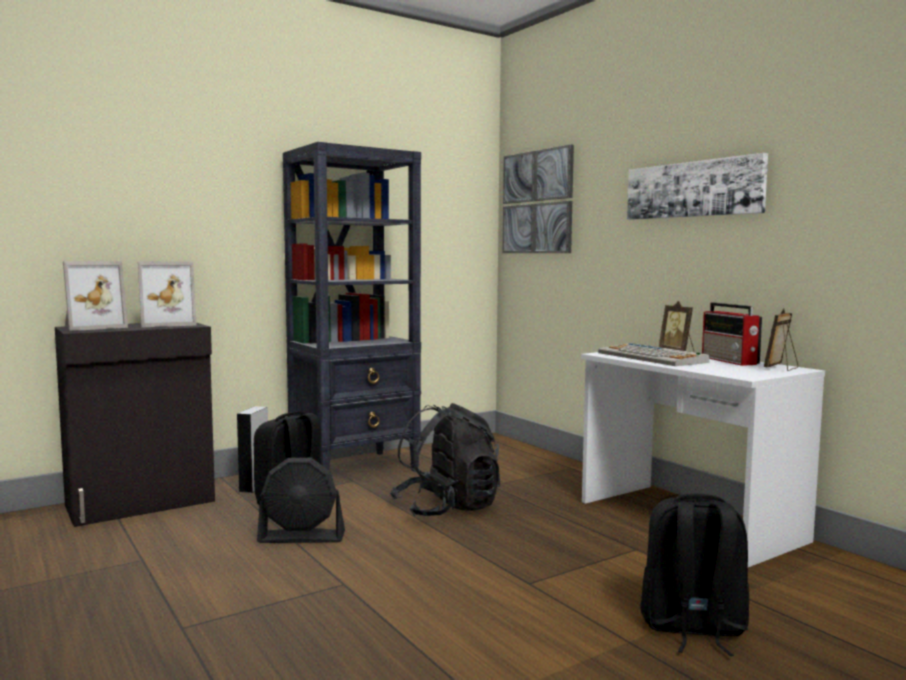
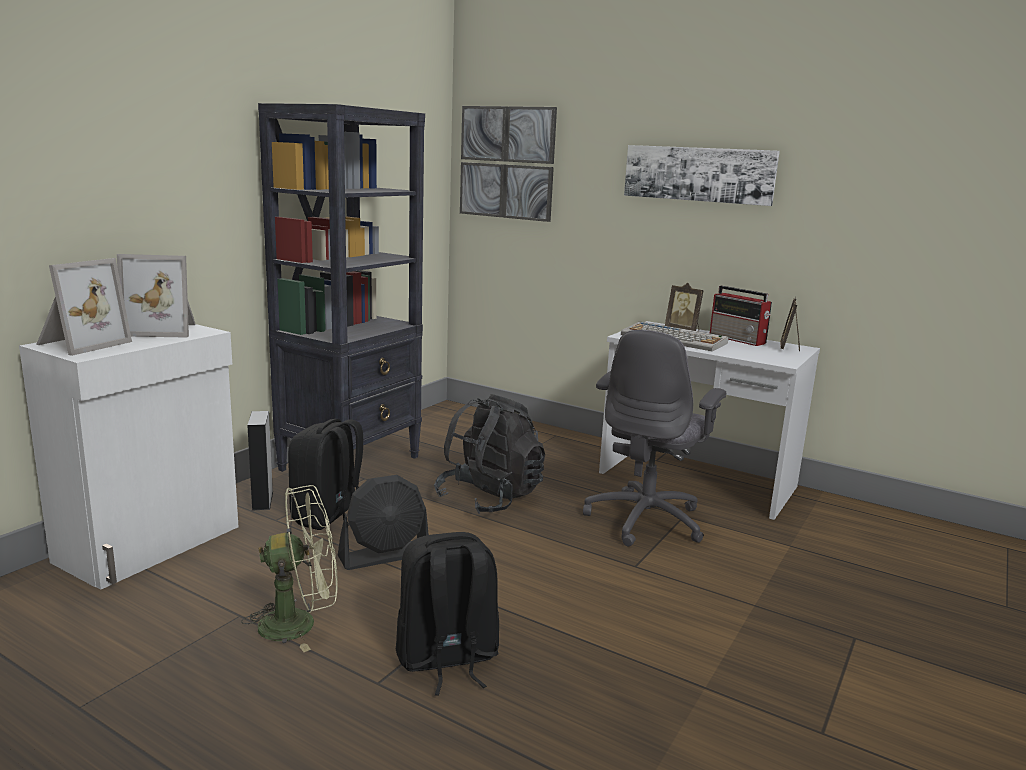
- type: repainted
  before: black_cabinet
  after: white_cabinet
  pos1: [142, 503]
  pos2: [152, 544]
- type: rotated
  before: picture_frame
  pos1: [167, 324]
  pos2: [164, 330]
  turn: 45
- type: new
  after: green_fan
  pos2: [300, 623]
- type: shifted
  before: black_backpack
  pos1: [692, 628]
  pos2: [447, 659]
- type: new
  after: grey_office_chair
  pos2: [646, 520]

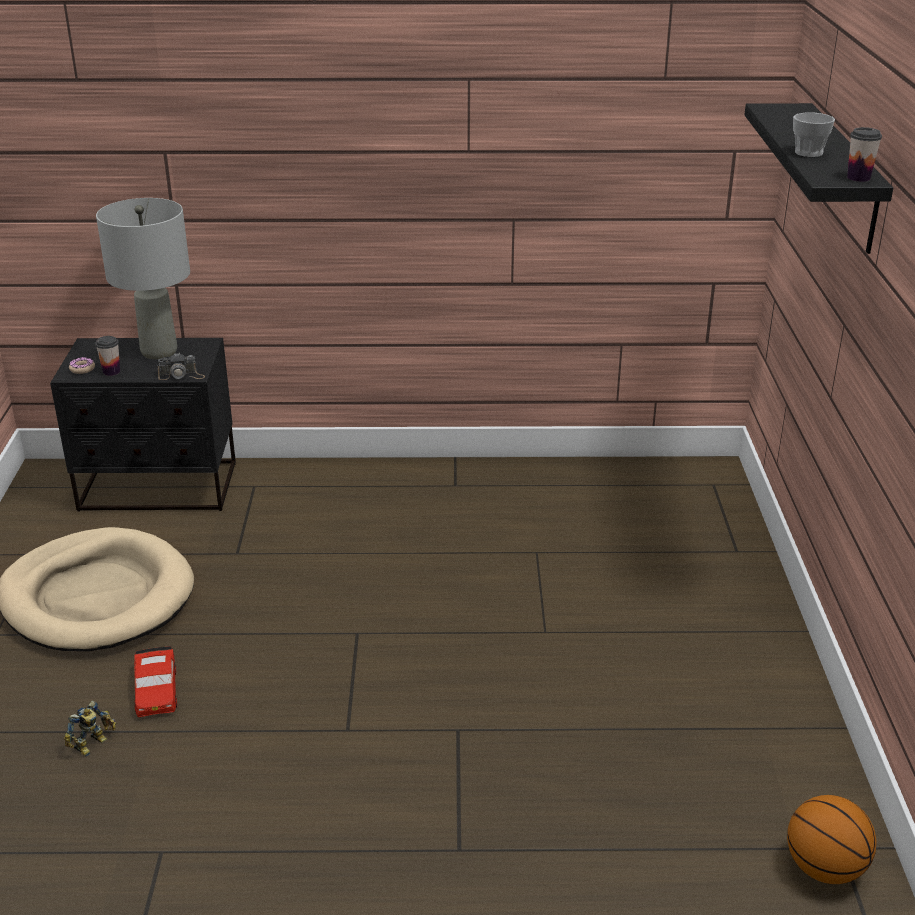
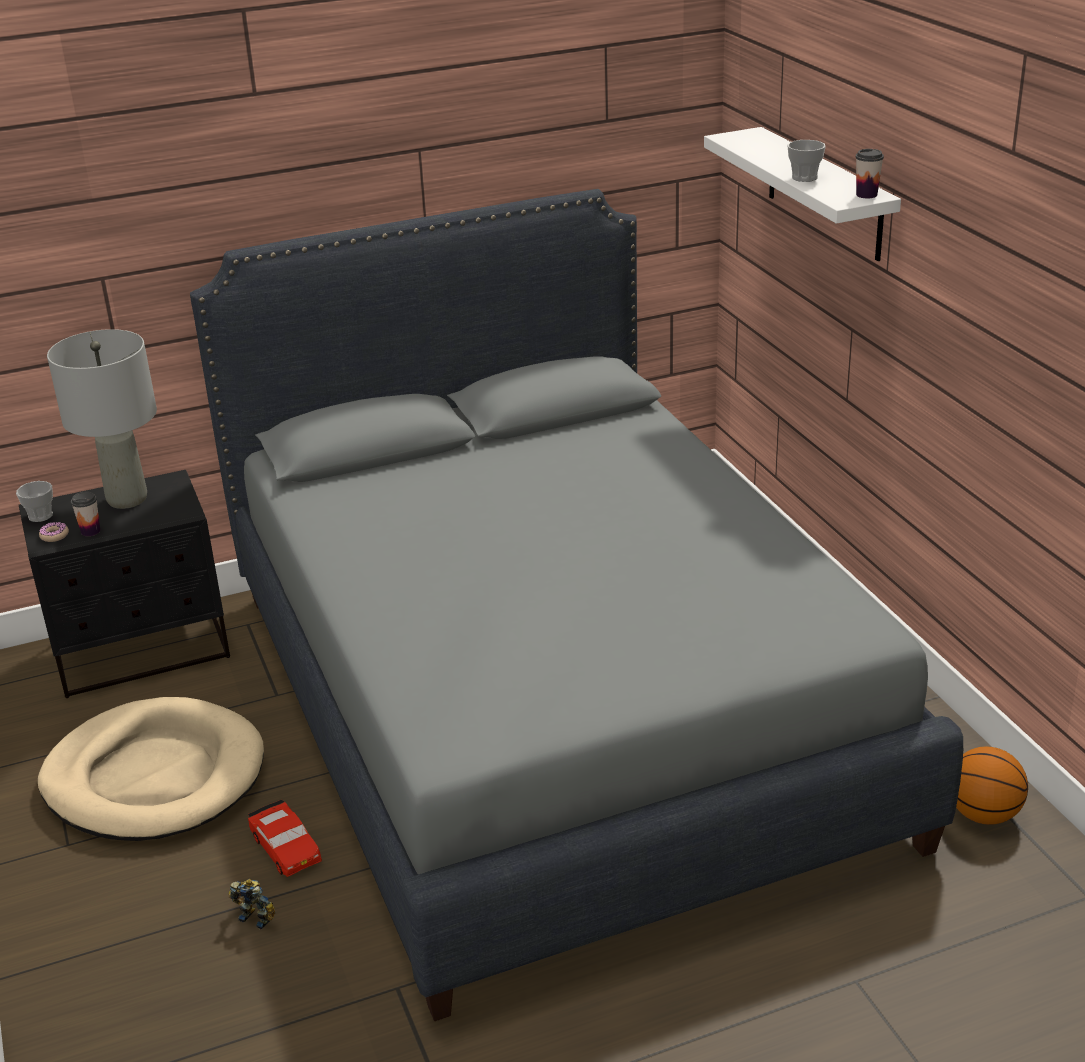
- type: new
  after: cup
  pos2: [40, 516]
- type: new
  after: grey_bed
  pos2: [551, 709]
- type: rotated
  before: toy_robot
  pos1: [93, 745]
  pos2: [257, 916]
  turn: -75
- type: repainted
  before: black_shelf
  after: white_shelf
  pos1: [843, 177]
  pos2: [824, 194]
- type: gone
  before: photo_camera
  pos1: [181, 375]

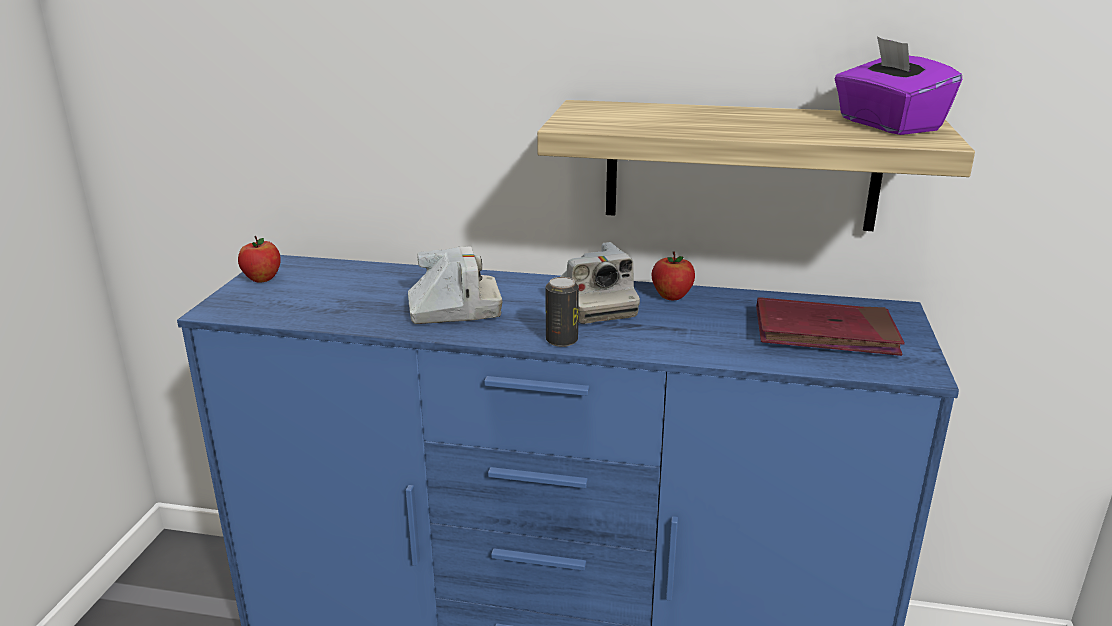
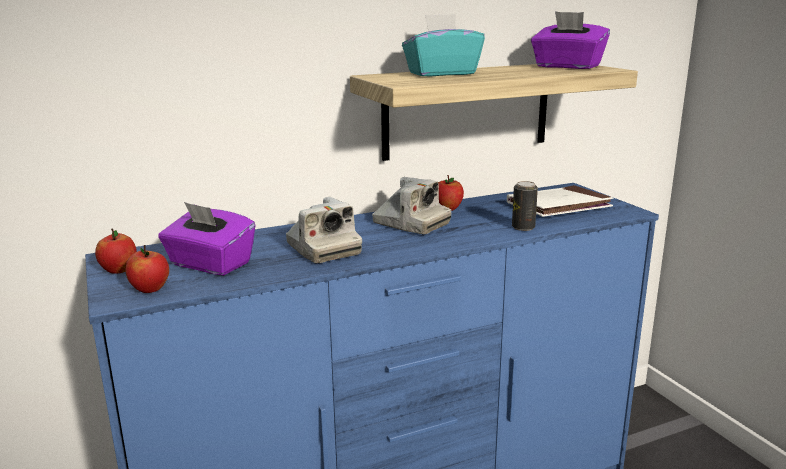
- type: new
  after: apple
  pos2: [150, 289]
- type: new
  after: purple_tissue_box
  pos2: [210, 264]
- type: rotated
  before: photo_camera
  pos1: [454, 310]
  pos2: [323, 249]
  turn: 105
- type: new
  after: turquoise_tissue_box
  pos2: [441, 73]
- type: repainted
  before: red_book
  after: white_book
  pos1: [825, 333]
  pos2: [559, 206]
- type: shifted
  before: can
  pos1: [561, 340]
  pos2: [523, 227]

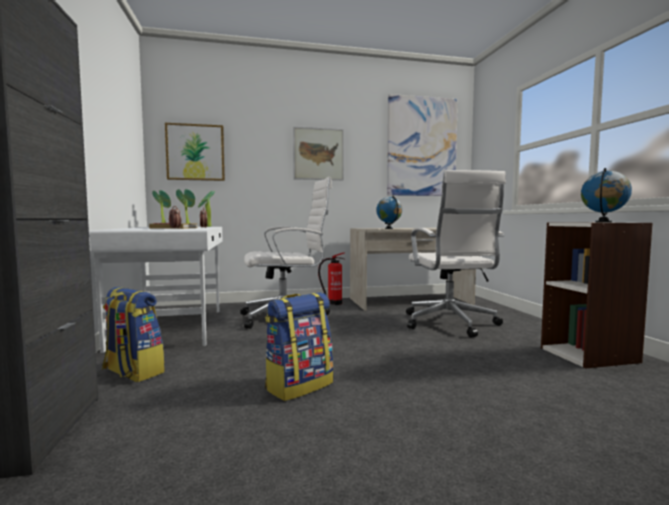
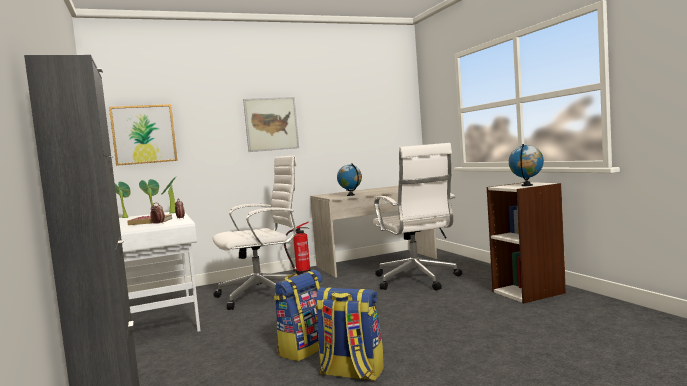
- type: shifted
  before: backpack
  pos1: [132, 372]
  pos2: [351, 373]
- type: gone
  before: picture
  pos1: [421, 147]

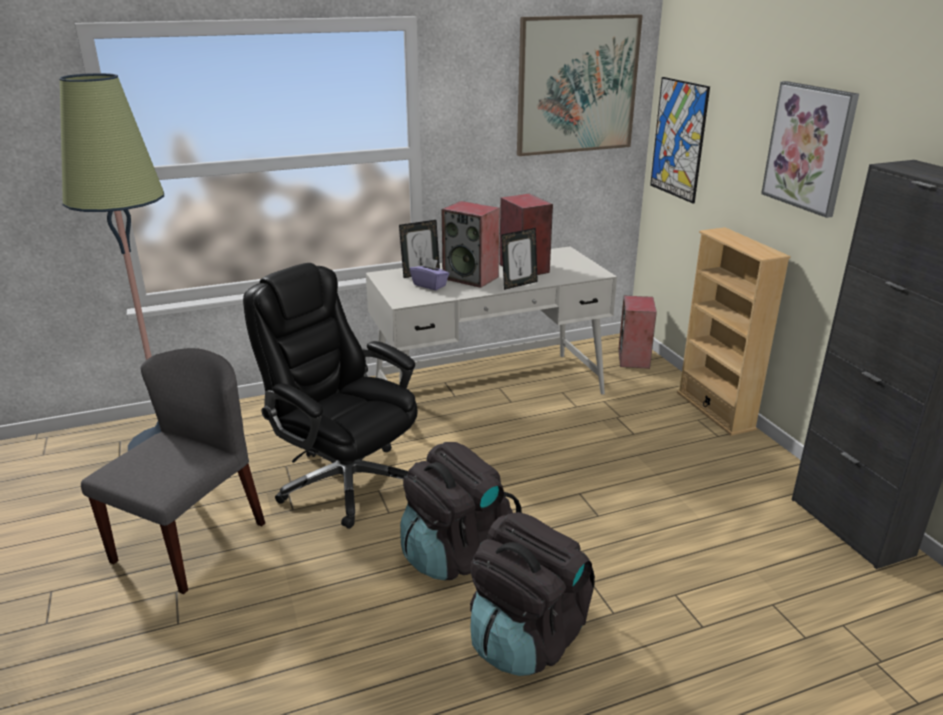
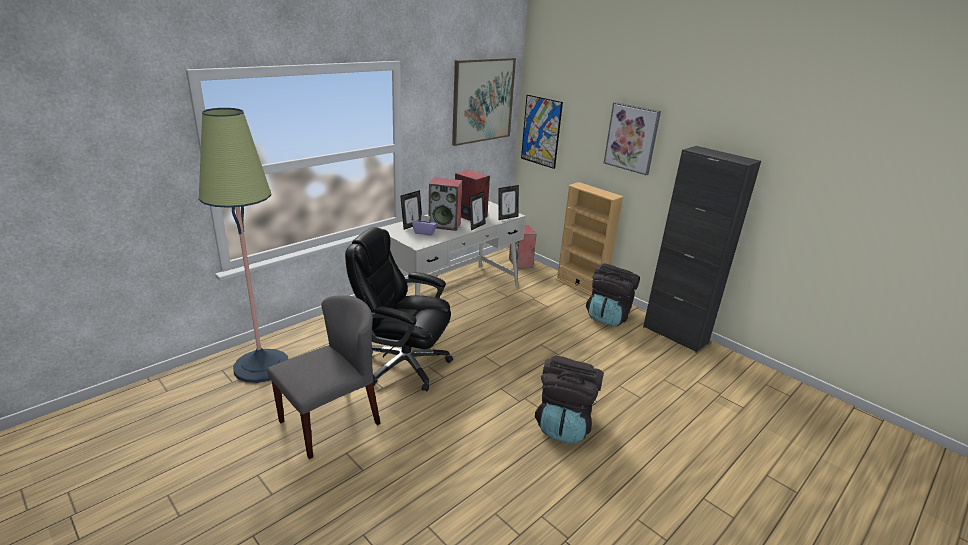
- type: rotated
  before: grey_chair
  pos1: [190, 541]
  pos2: [330, 422]
  turn: 45
- type: new
  after: picture_frame
  pos2: [507, 217]
- type: shifted
  before: black_backpack
  pos1: [456, 553]
  pos2: [608, 316]

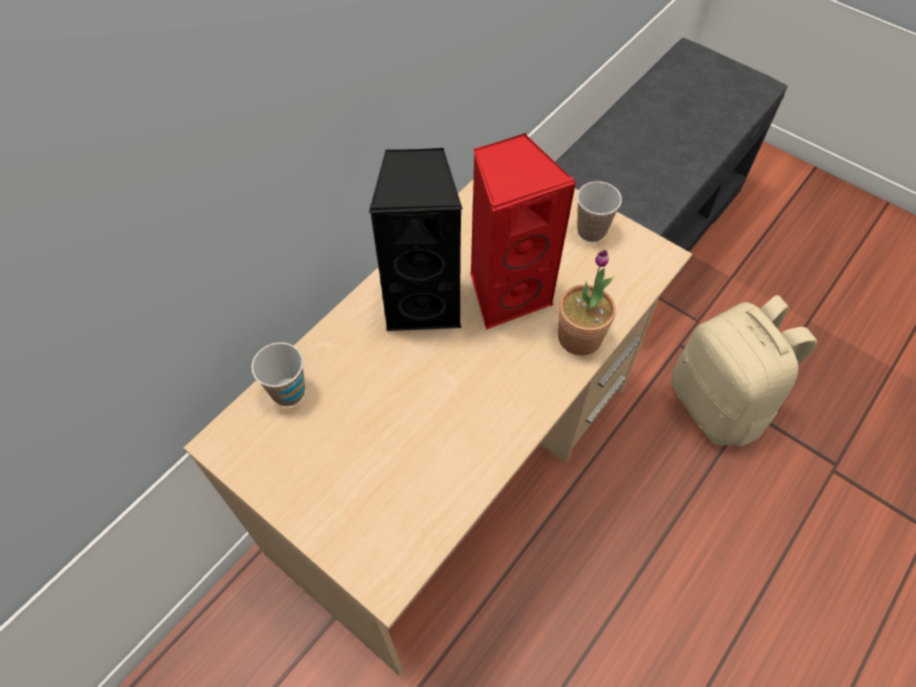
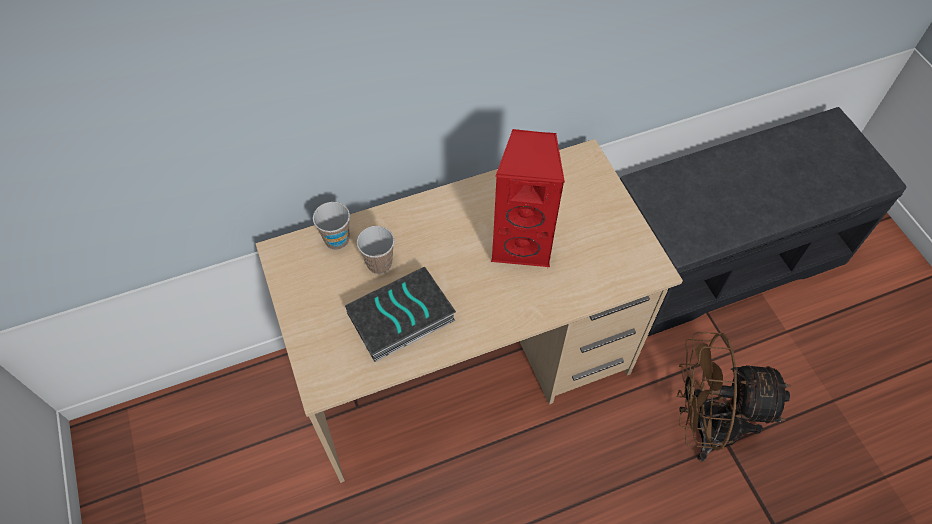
- type: new
  after: book
  pos2: [400, 319]
- type: shifted
  before: cup
  pos1: [591, 231]
  pos2: [379, 264]
- type: swapped
  before: beige_backpack
  after: brown_fan
  pos1: [719, 404]
  pos2: [703, 426]
- type: gone
  before: black_speaker
  pos1: [424, 303]
- type: gone
  before: potted_plant
  pos1: [579, 337]

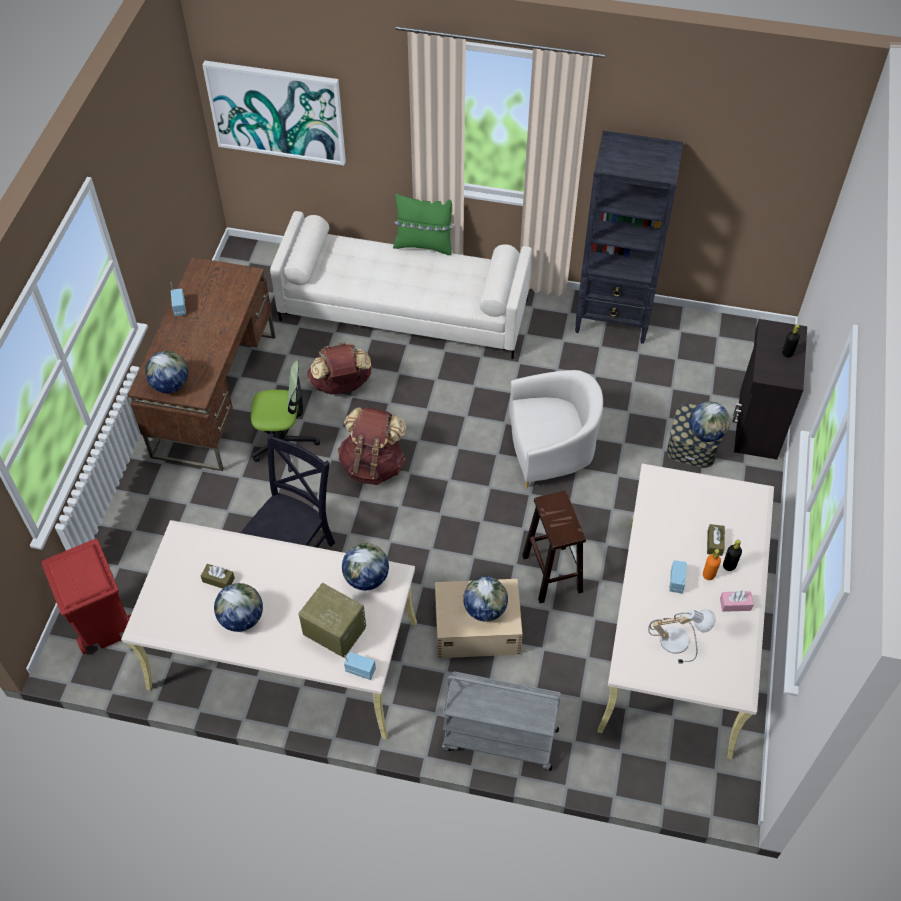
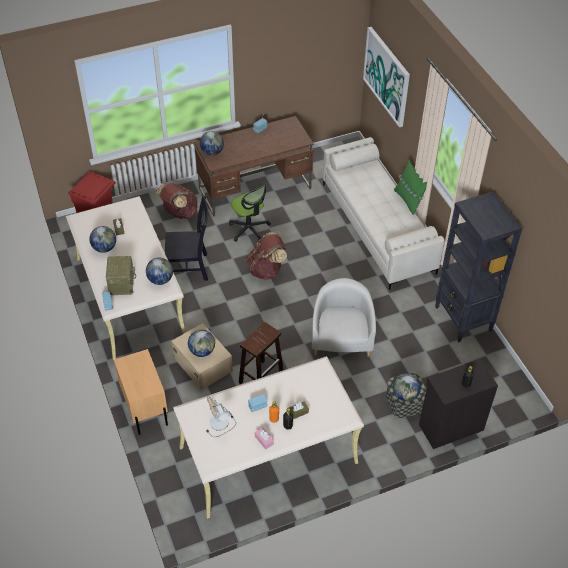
- type: swapped
  before: grey_cart
  after: beige_nightstand
  pos1: [499, 740]
  pos2: [144, 406]
- type: shifted
  before: brown_backpack
  pos1: [341, 386]
  pos2: [179, 213]
- type: rotated
  before: white_armchair
  pos1: [550, 450]
  pos2: [341, 337]
  turn: -135

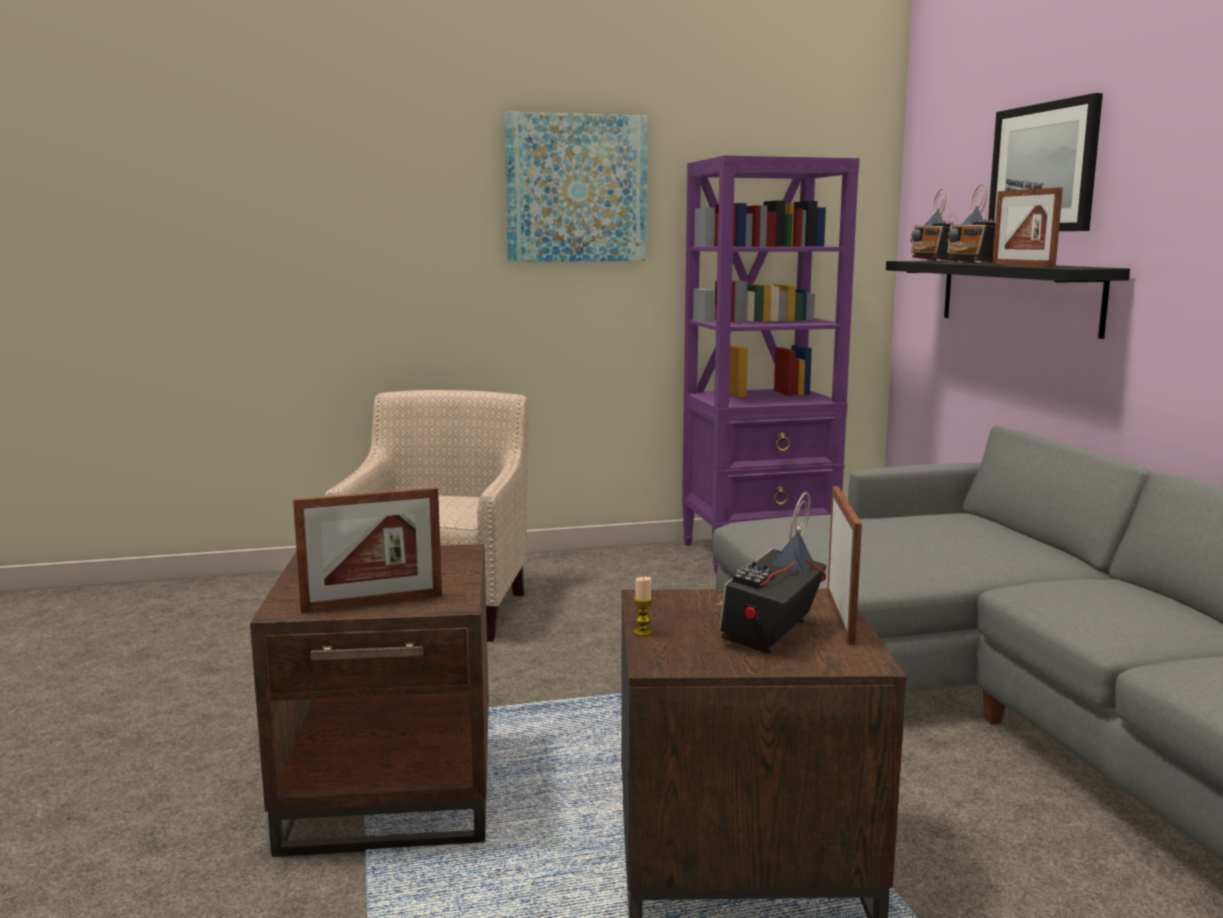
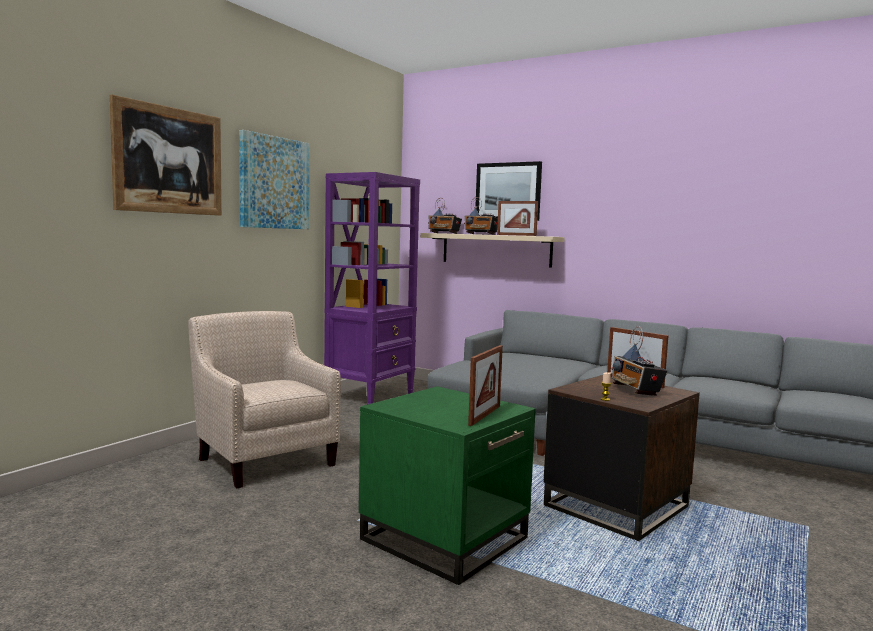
- type: new
  after: picture
  pos2: [169, 160]
- type: repainted
  before: brown_side_table
  after: green_side_table
  pos1: [393, 791]
  pos2: [445, 538]
- type: repainted
  before: black_shelf
  after: beige_shelf
  pos1: [1018, 295]
  pos2: [496, 249]

